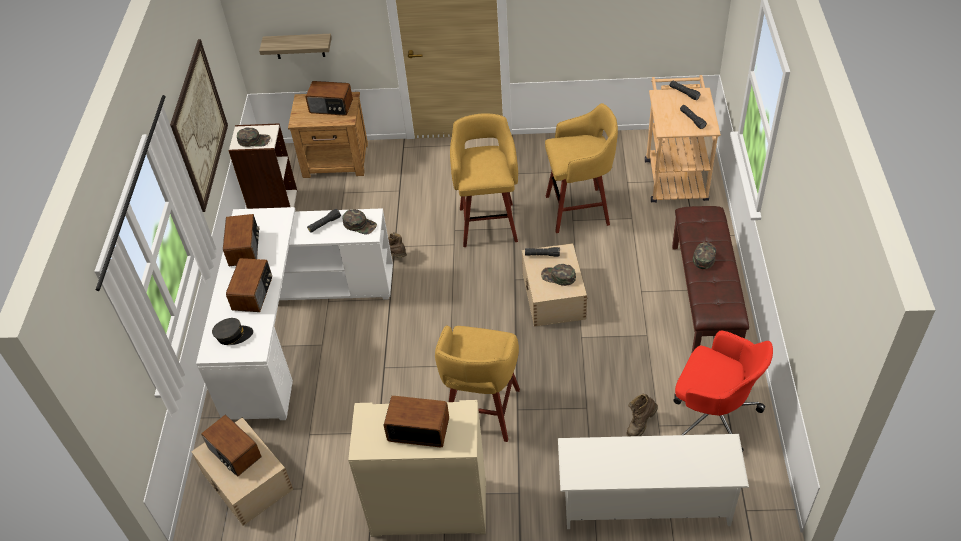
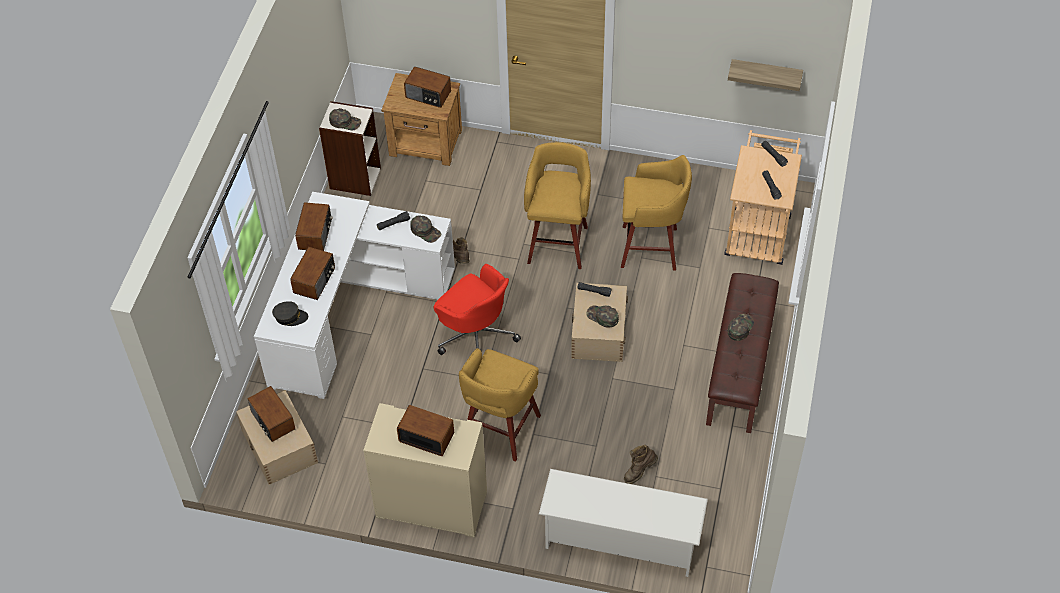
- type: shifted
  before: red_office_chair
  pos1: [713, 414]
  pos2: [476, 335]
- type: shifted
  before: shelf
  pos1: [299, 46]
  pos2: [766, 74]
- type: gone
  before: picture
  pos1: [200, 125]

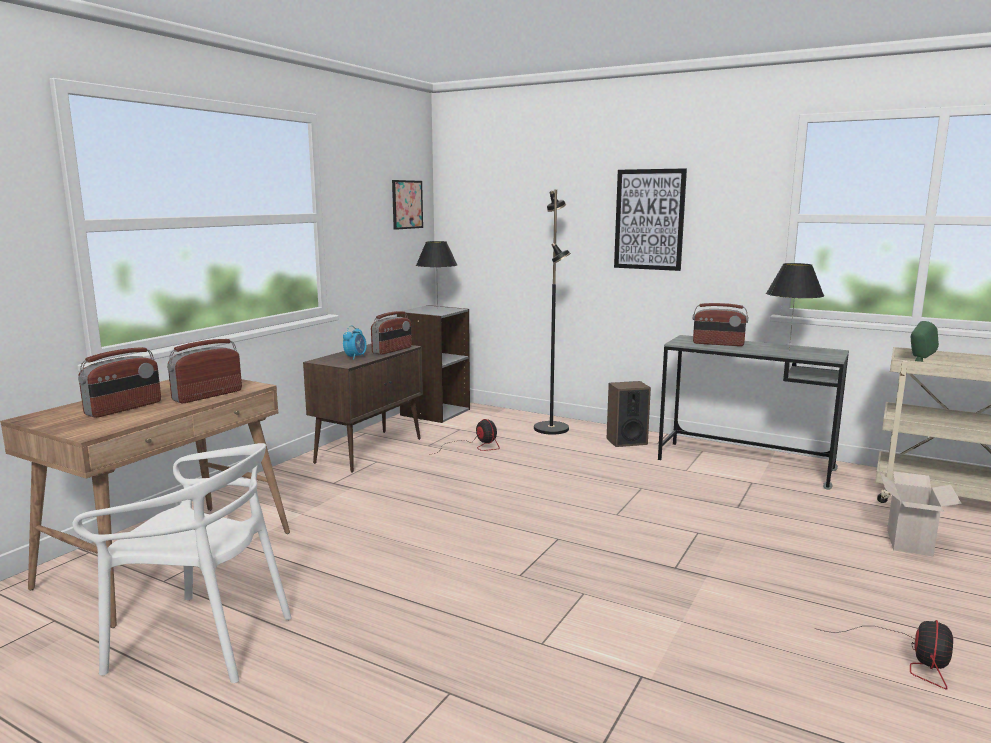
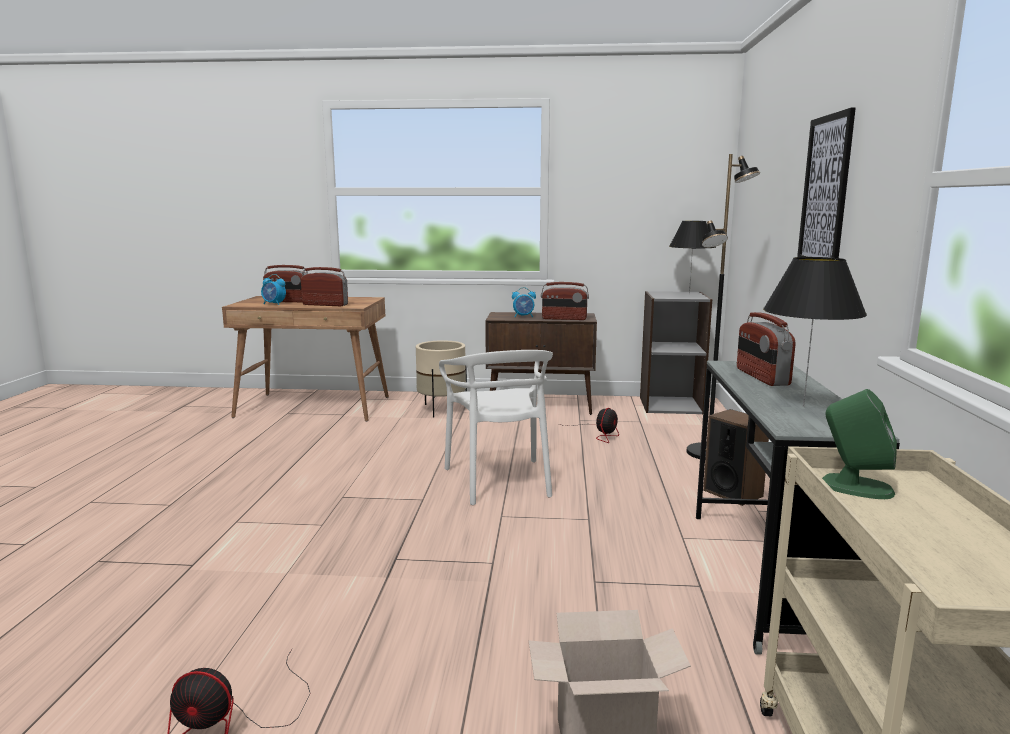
- type: new
  after: alarm_clock
  pos2: [274, 304]
- type: new
  after: beige_planter
  pos2: [441, 409]
- type: shifted
  before: white_chair
  pos1: [202, 640]
  pos2: [500, 481]
- type: gone
  before: picture
  pos1: [407, 204]

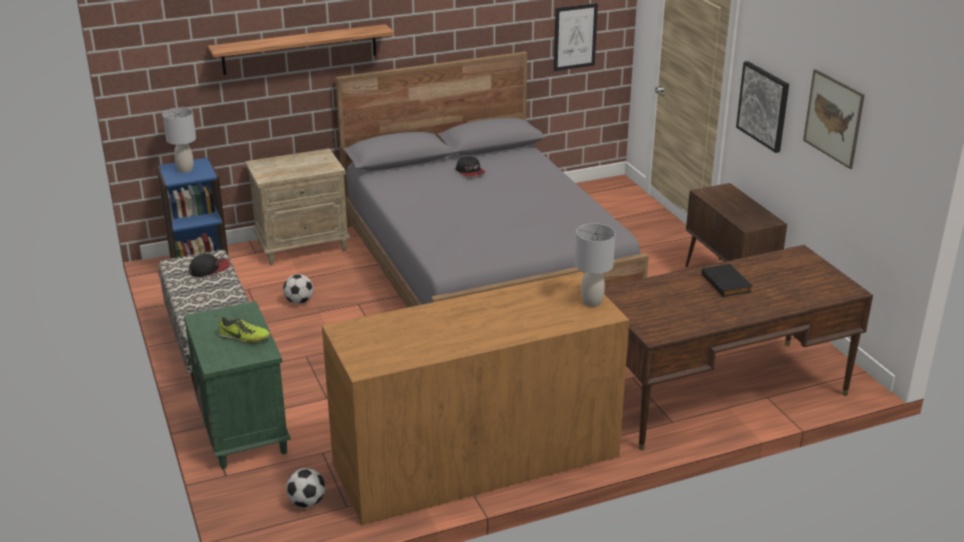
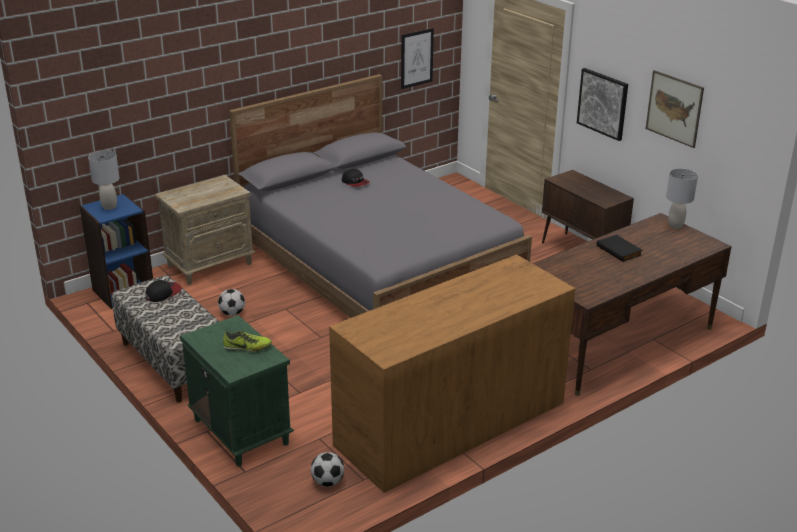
- type: shifted
  before: grey_table_lamp
  pos1: [591, 302]
  pos2: [675, 225]
- type: gone
  before: shelf
  pos1: [300, 49]

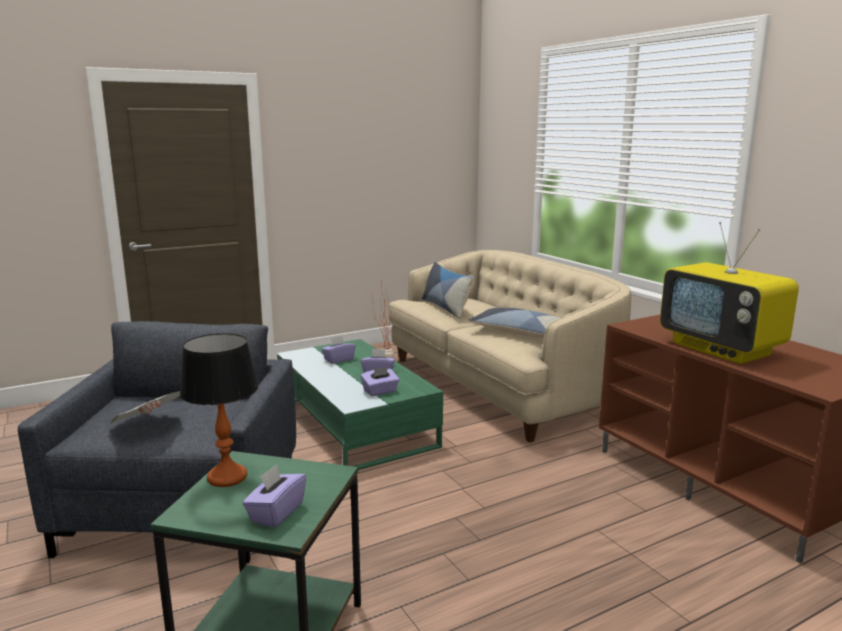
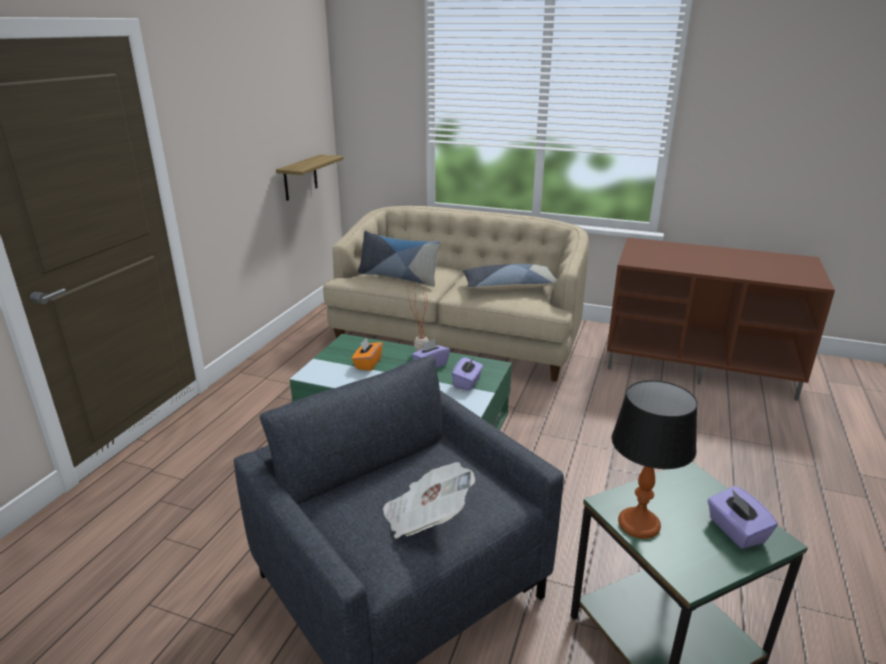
- type: new
  after: shelf
  pos2: [300, 177]
- type: repainted
  before: purple_tissue_box
  after: orange_tissue_box
  pos1: [338, 359]
  pos2: [367, 364]
- type: gone
  before: television
  pos1: [722, 349]

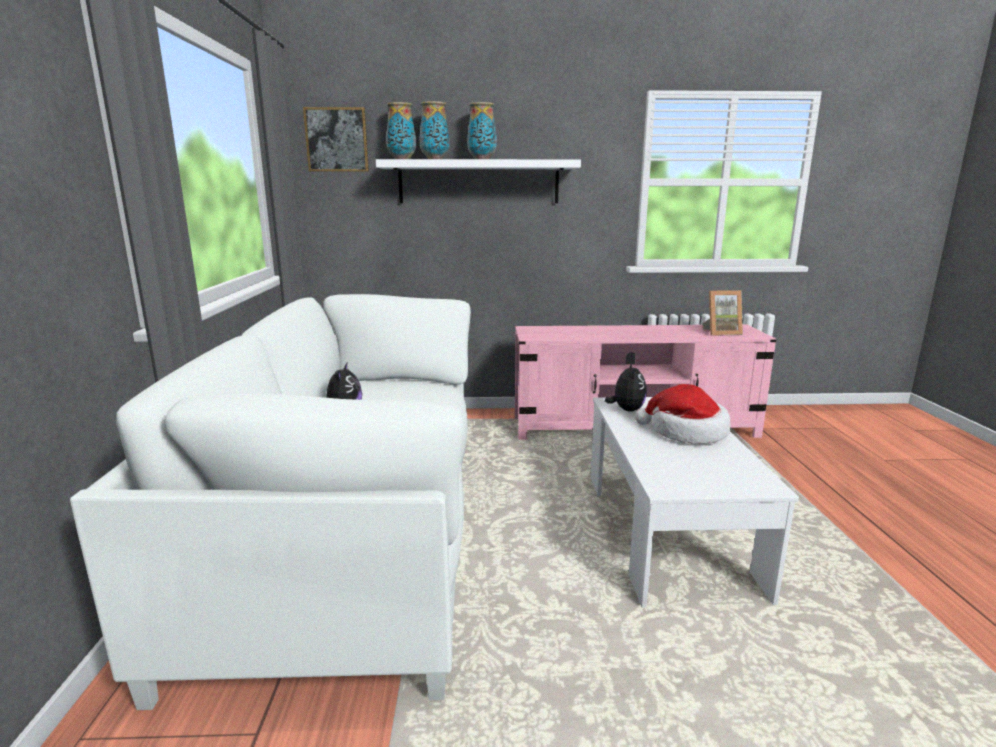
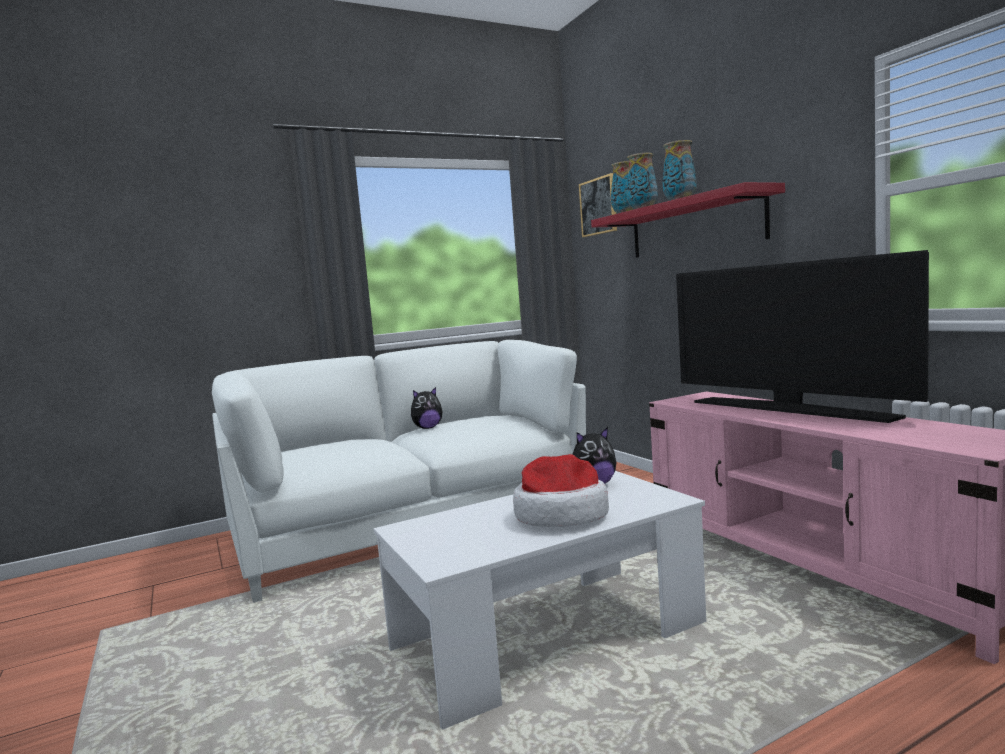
- type: repainted
  before: white_shelf
  after: red_shelf
  pos1: [479, 182]
  pos2: [694, 226]
- type: new
  after: television
  pos2: [790, 410]
- type: gone
  before: picture_frame
  pos1: [721, 333]

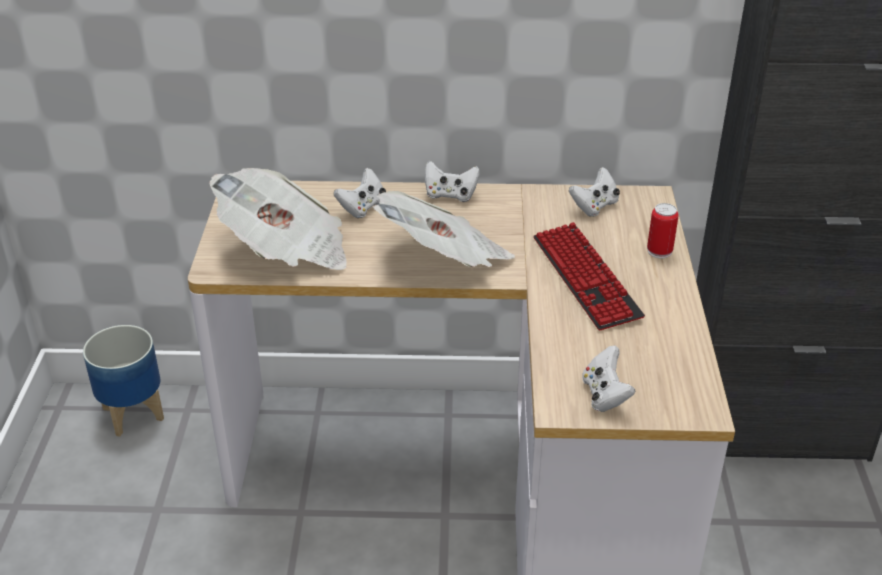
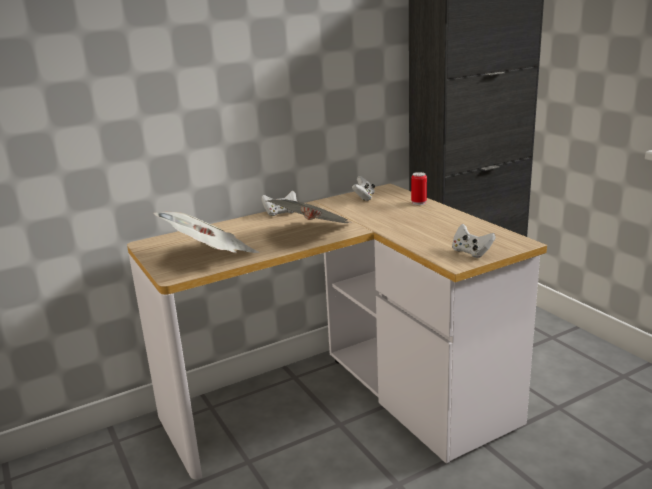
- type: gone
  before: planter
  pos1: [133, 413]
- type: gone
  before: white_game_controller
  pos1: [362, 208]
- type: gone
  before: keyboard
  pos1: [585, 278]

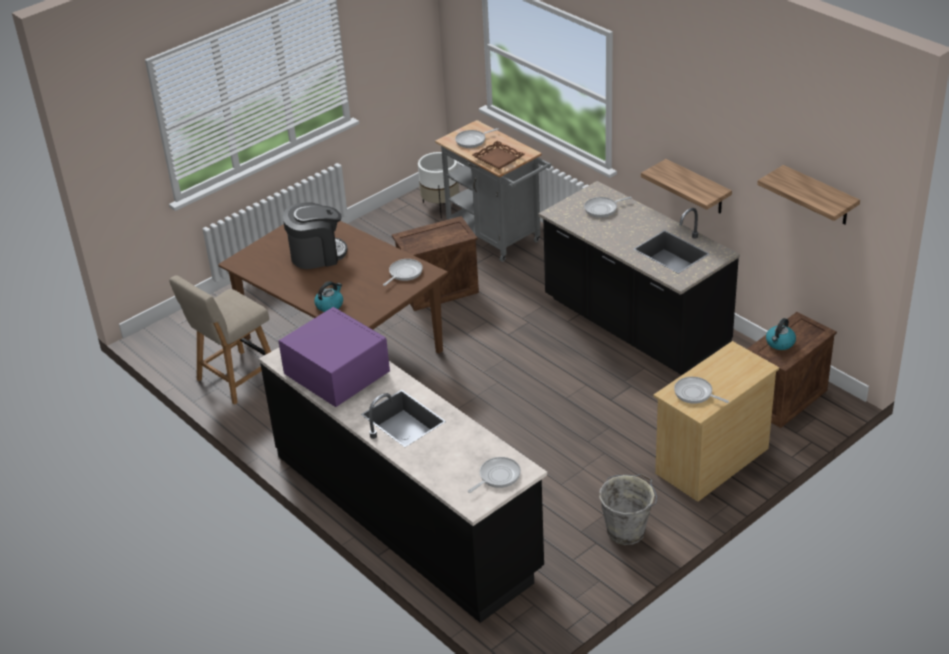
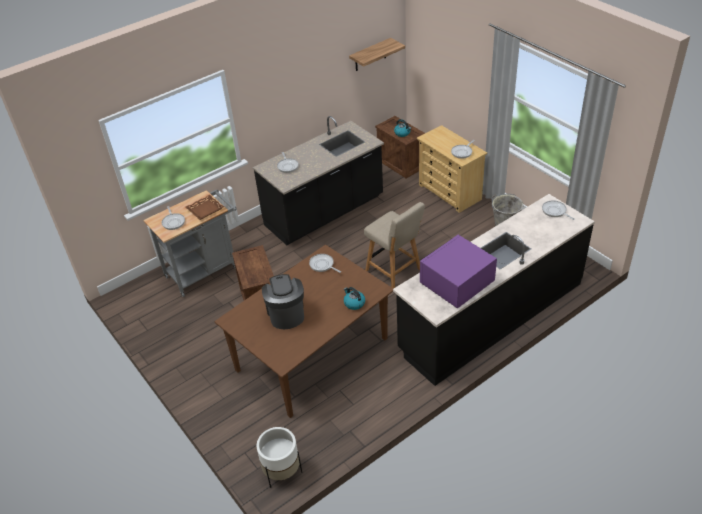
- type: shifted
  before: white_planter
  pos1: [440, 207]
  pos2: [282, 472]
- type: shifted
  before: beige_chair
  pos1: [235, 379]
  pos2: [395, 271]
- type: gone
  before: shelf
  pos1: [697, 187]

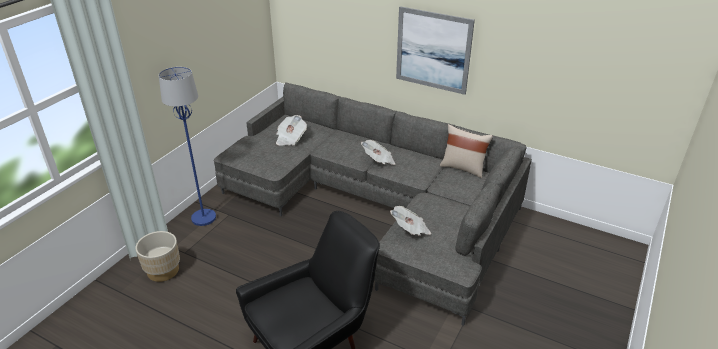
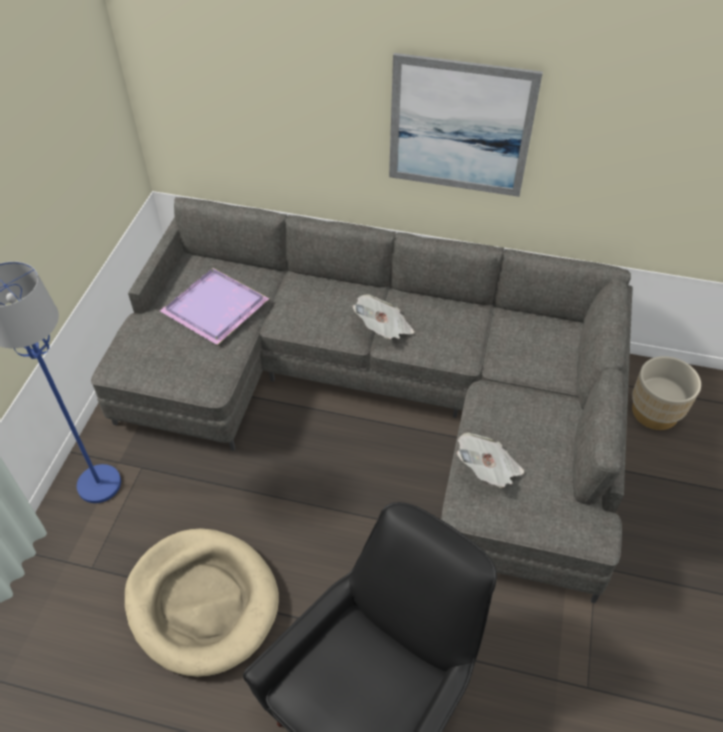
- type: new
  after: beige_dog_bed
  pos2: [202, 602]
- type: swapped
  before: newspaper
  after: purple_tray
  pos1: [290, 138]
  pos2: [215, 308]
- type: shifted
  before: beige_planter
  pos1: [163, 271]
  pos2: [655, 412]
- type: gone
  before: beige_pillow
  pos1: [463, 168]

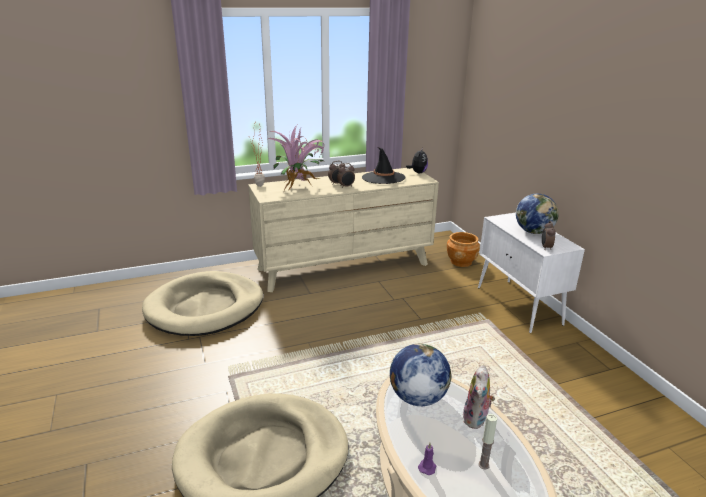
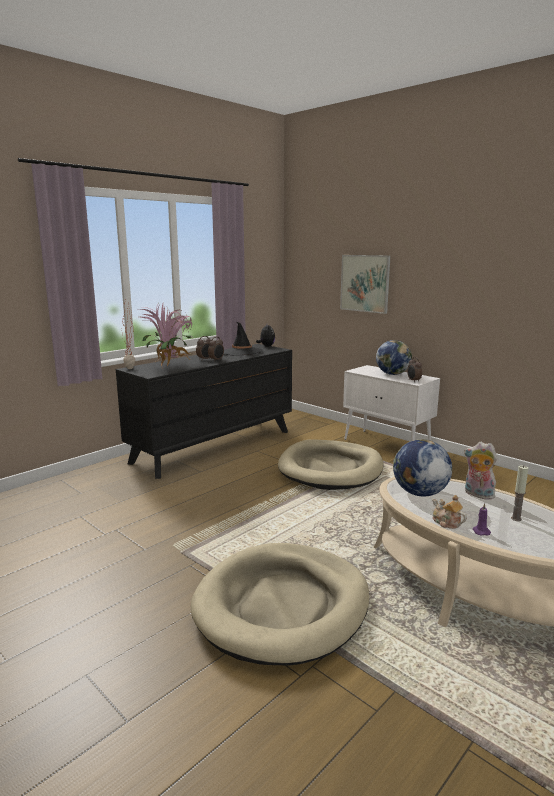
- type: repainted
  before: beige_dresser
  after: black_dresser
  pos1: [344, 266]
  pos2: [214, 446]
- type: shifted
  before: beige_dog_bed
  pos1: [205, 307]
  pos2: [330, 469]
- type: new
  after: picture
  pos2: [365, 283]
- type: new
  after: teapot
  pos2: [446, 523]
- type: rotated
  before: plush_toy
  pos1: [476, 419]
  pos2: [477, 495]
  turn: 135
- type: gone
  before: brown_planter
  pos1: [461, 262]

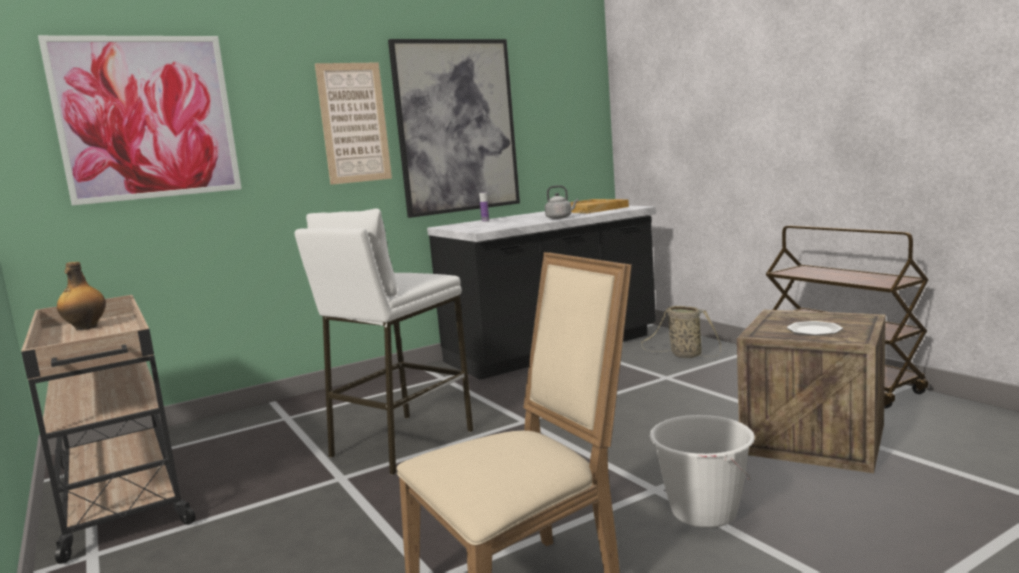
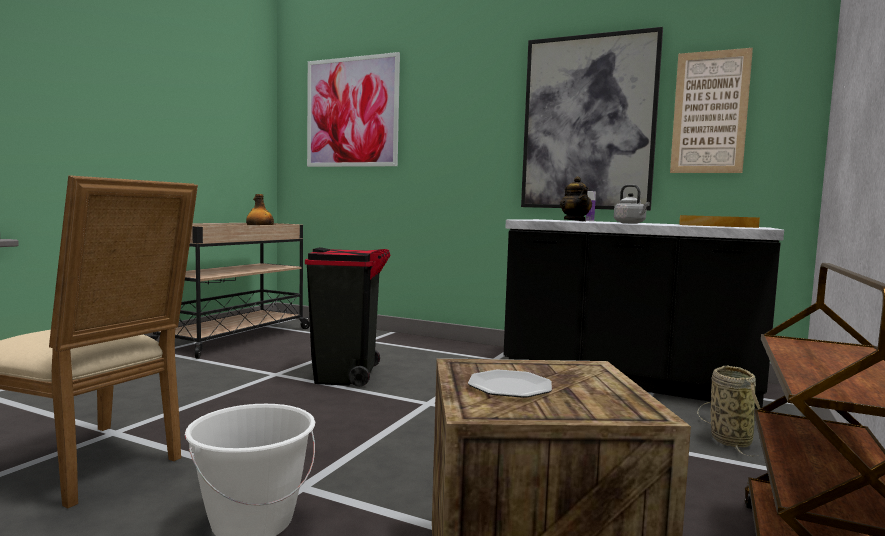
- type: swapped
  before: white_stool
  after: black_trash_can
  pos1: [400, 443]
  pos2: [346, 375]
- type: new
  after: teapot
  pos2: [575, 221]
- type: shifted
  before: picture
  pos1: [354, 123]
  pos2: [709, 112]

